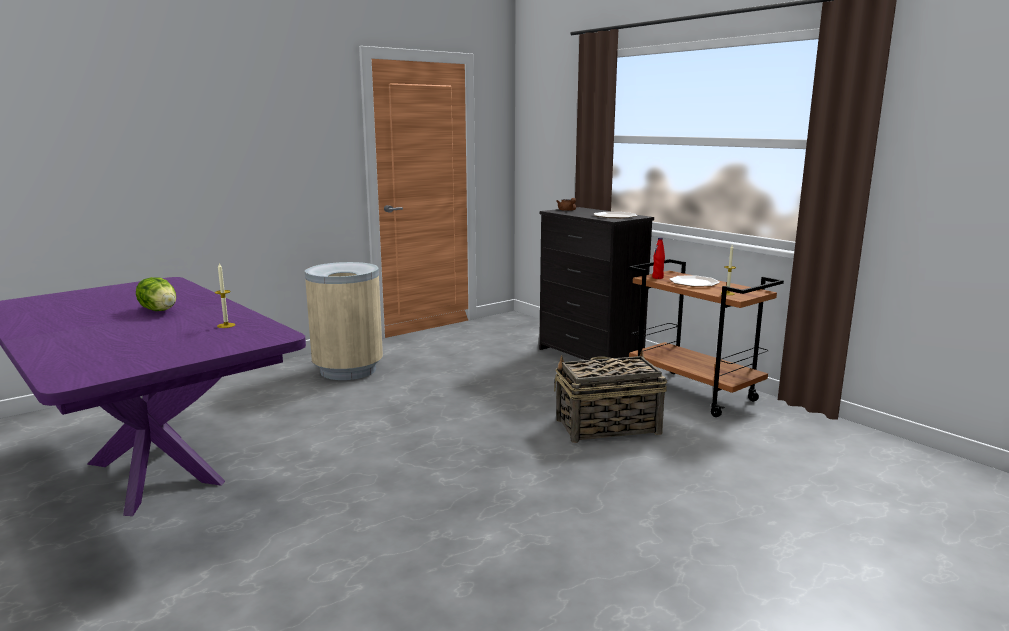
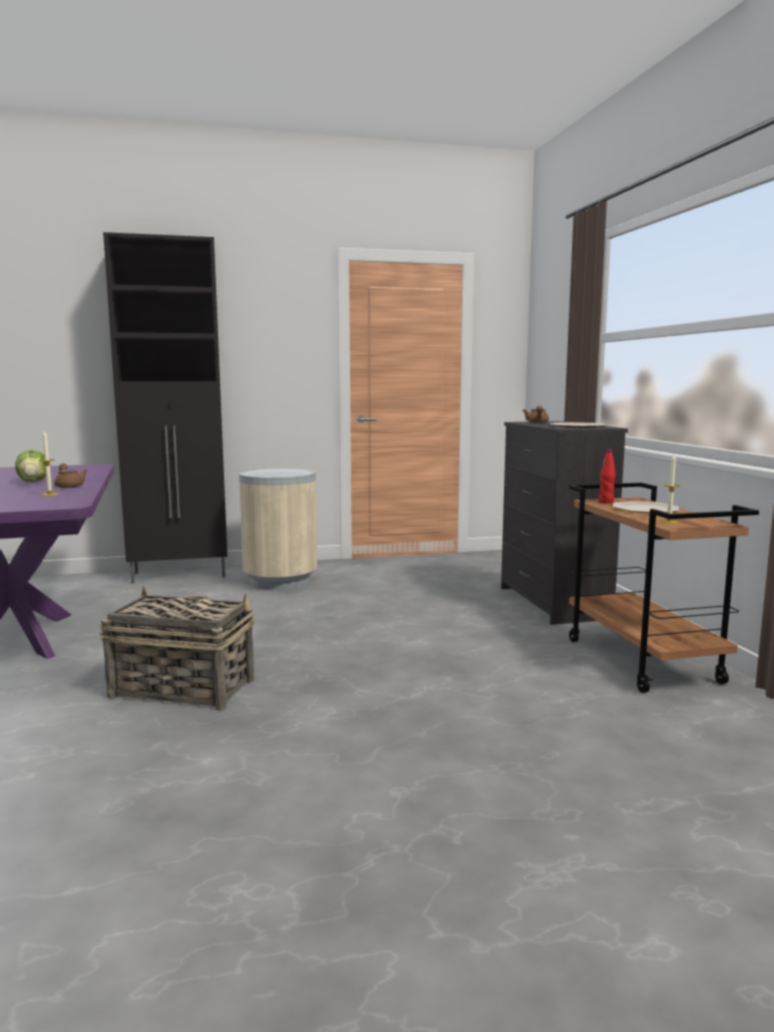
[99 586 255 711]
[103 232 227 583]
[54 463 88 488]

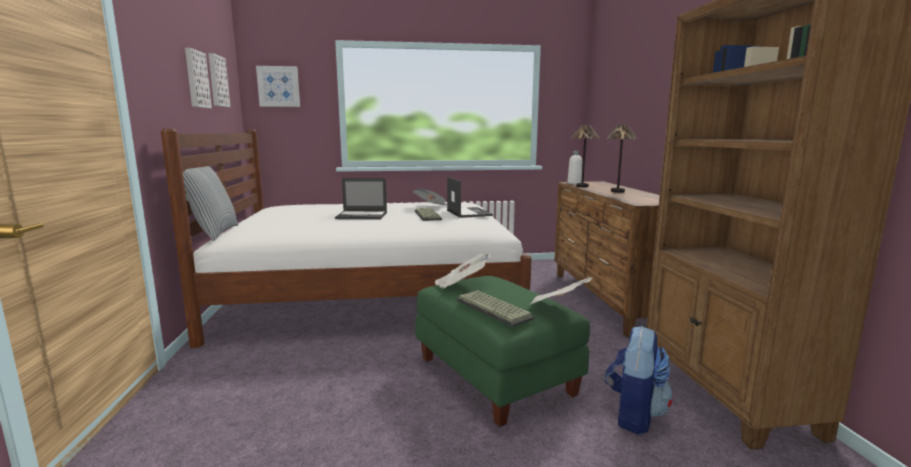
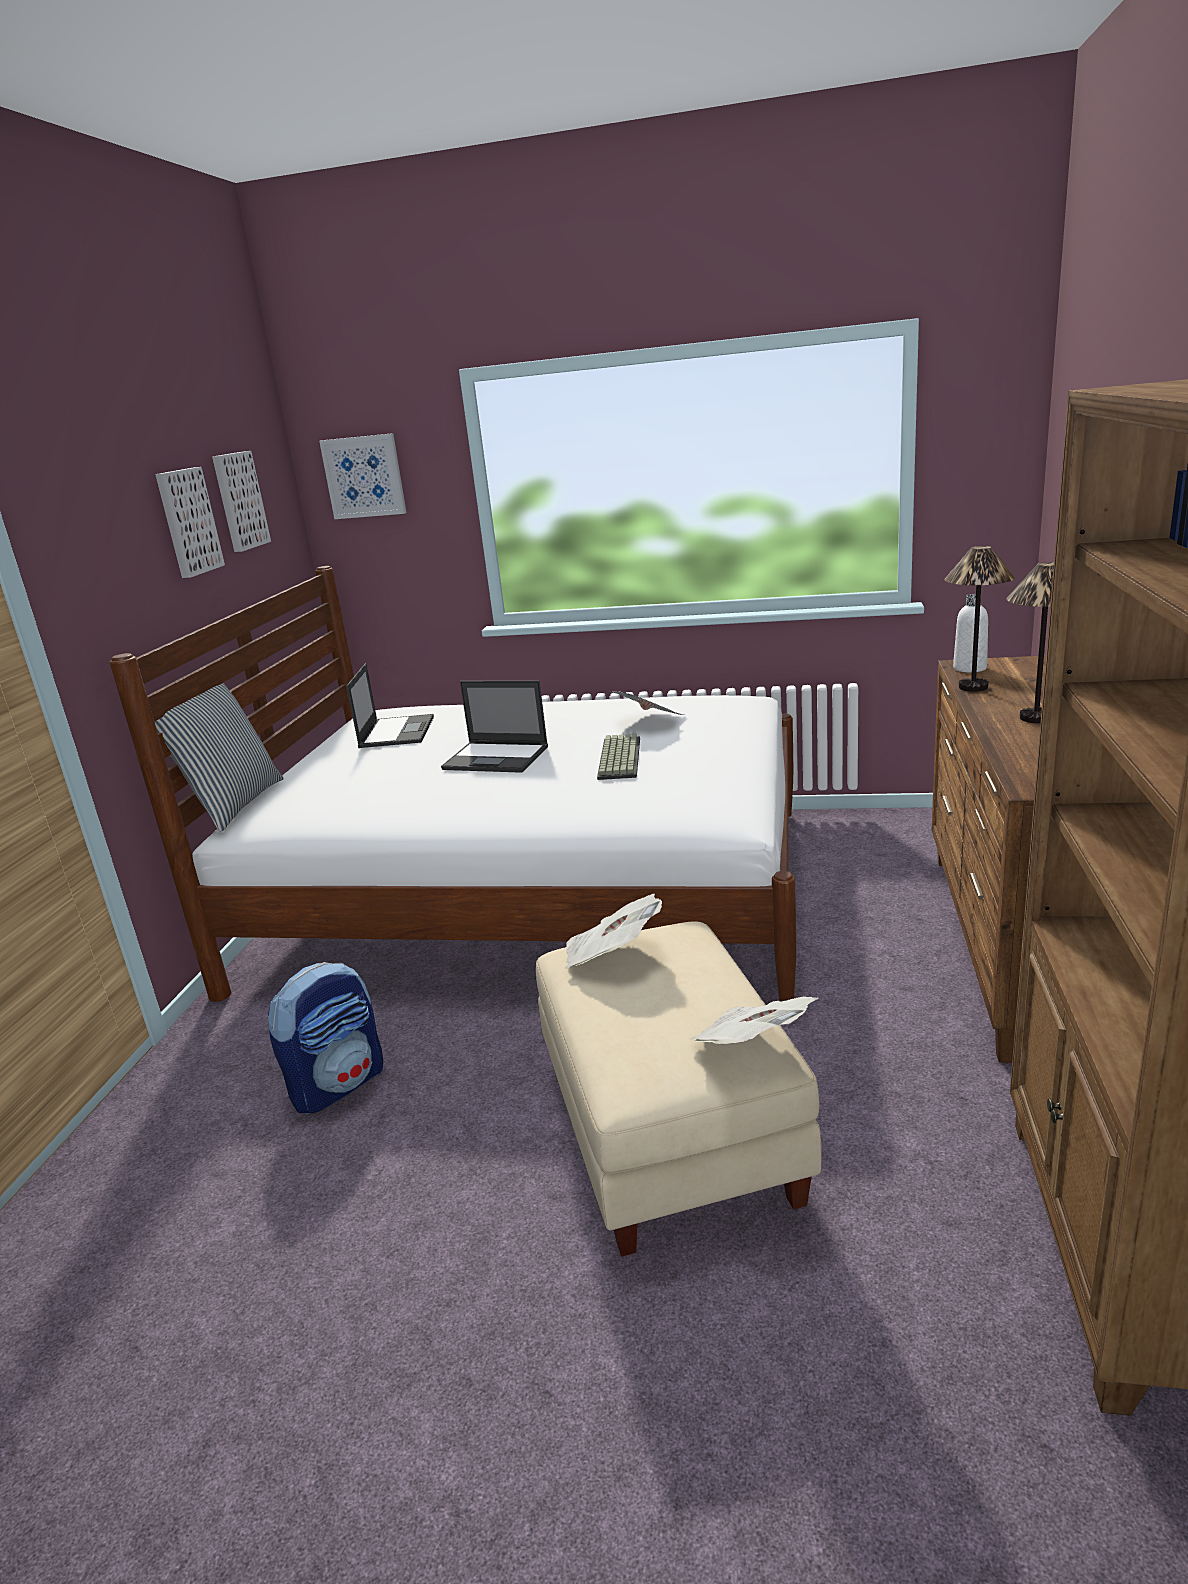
[346 663 434 748]
[536 921 822 1257]
[457 290 535 327] (first image)
[267 962 383 1113]

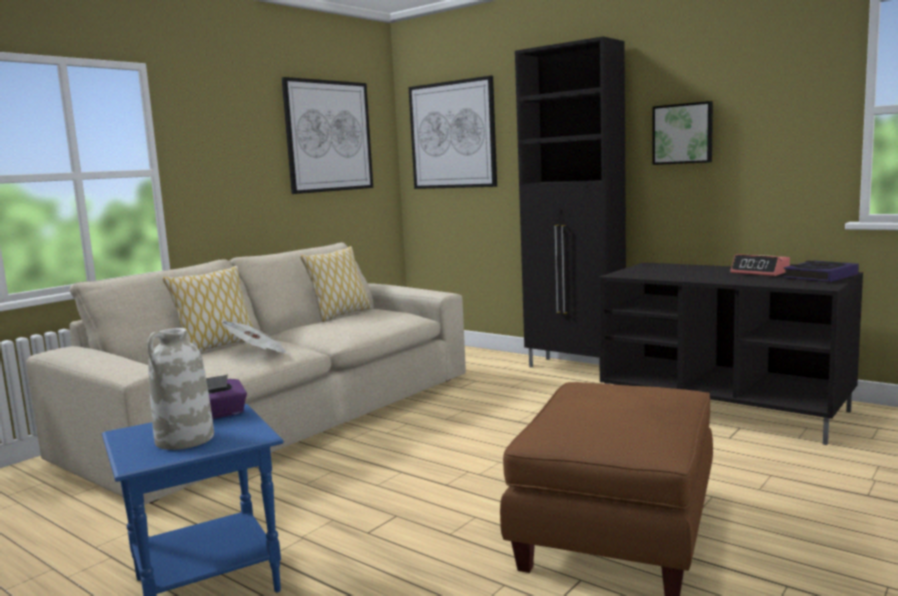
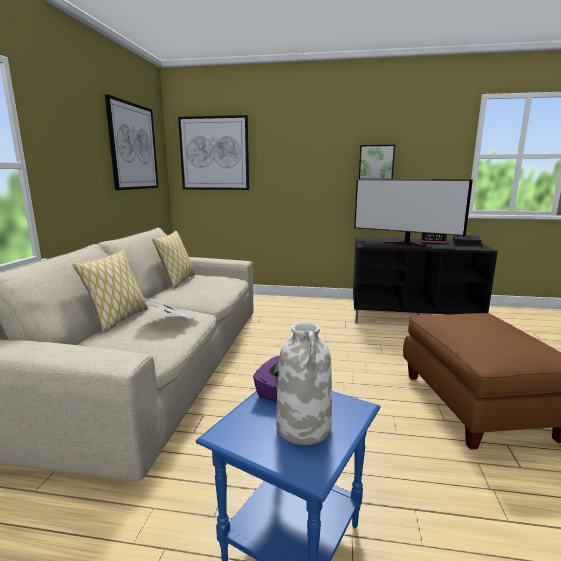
[515 36 626 367] (first image)
[354 179 473 247]

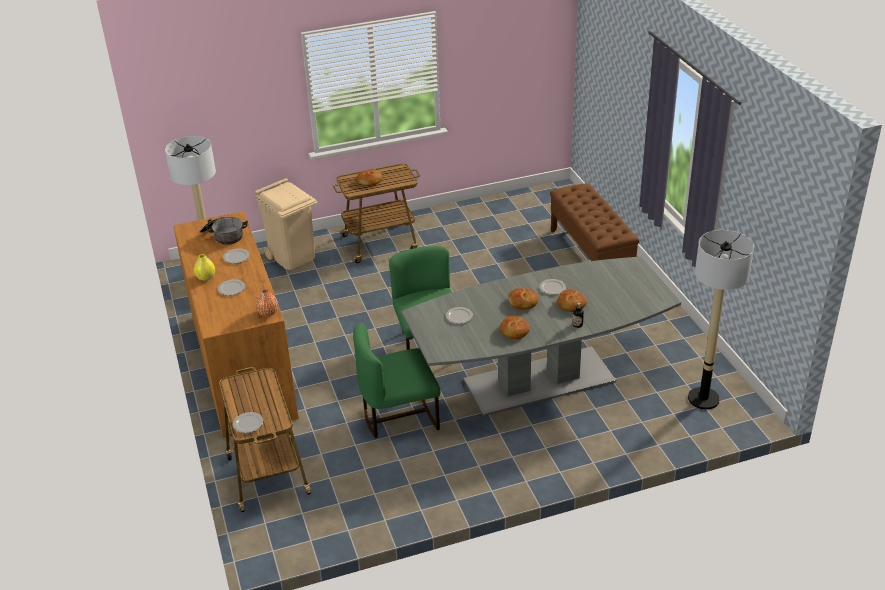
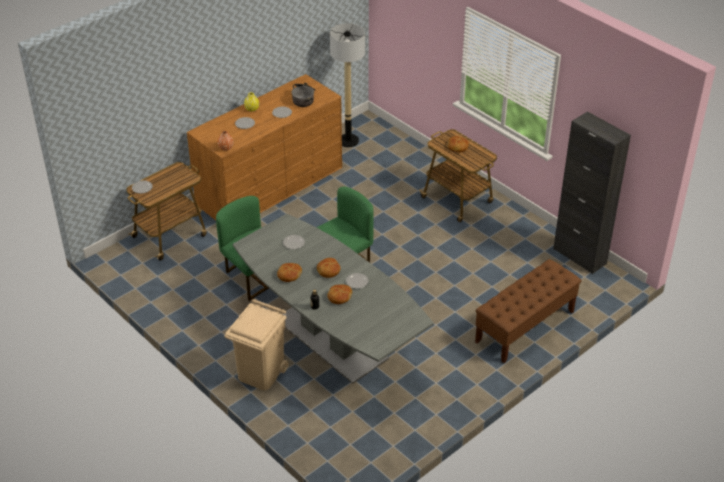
[224 299 288 390]
[688 230 754 410] (first image)
[553 111 631 274]

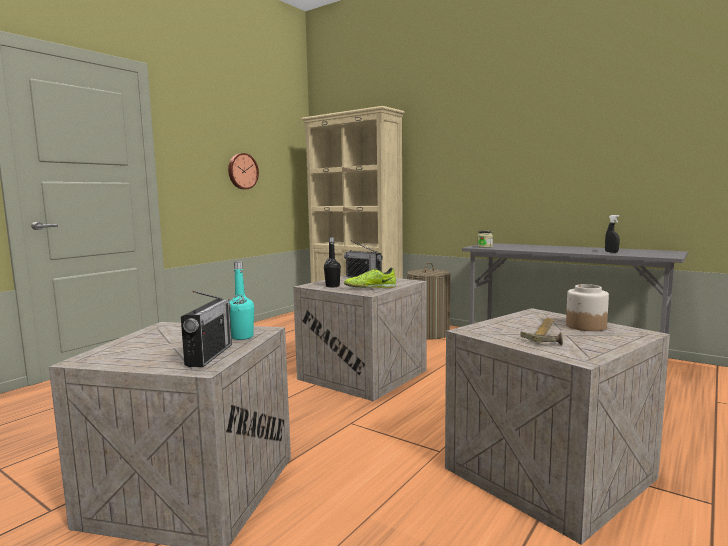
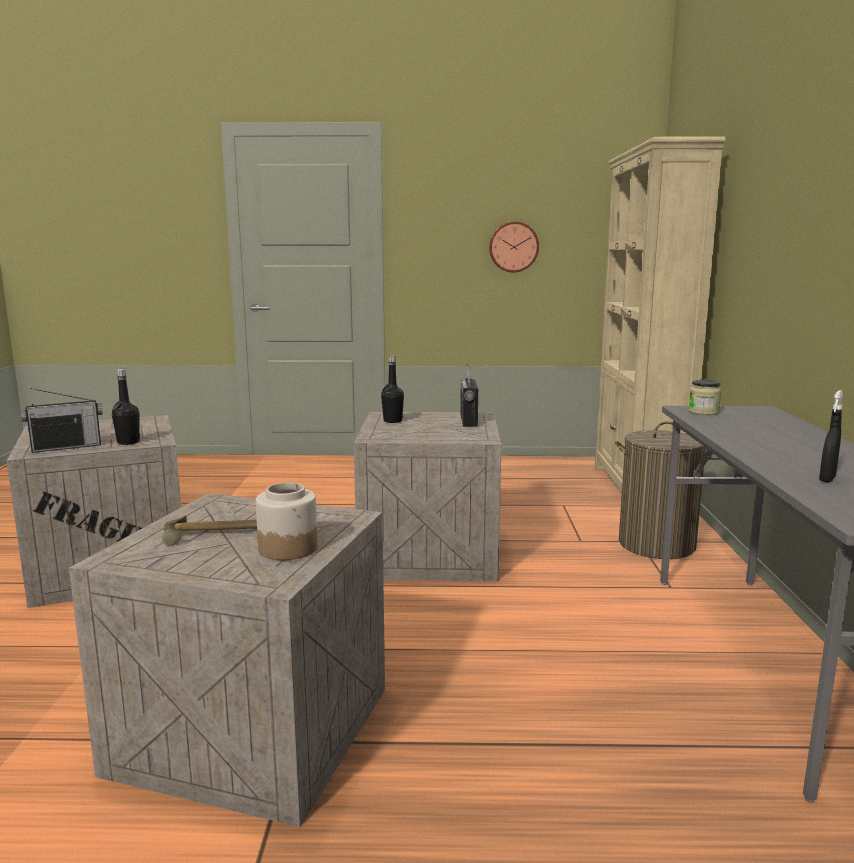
[112 369 140 445]
[344 268 396 288] (first image)

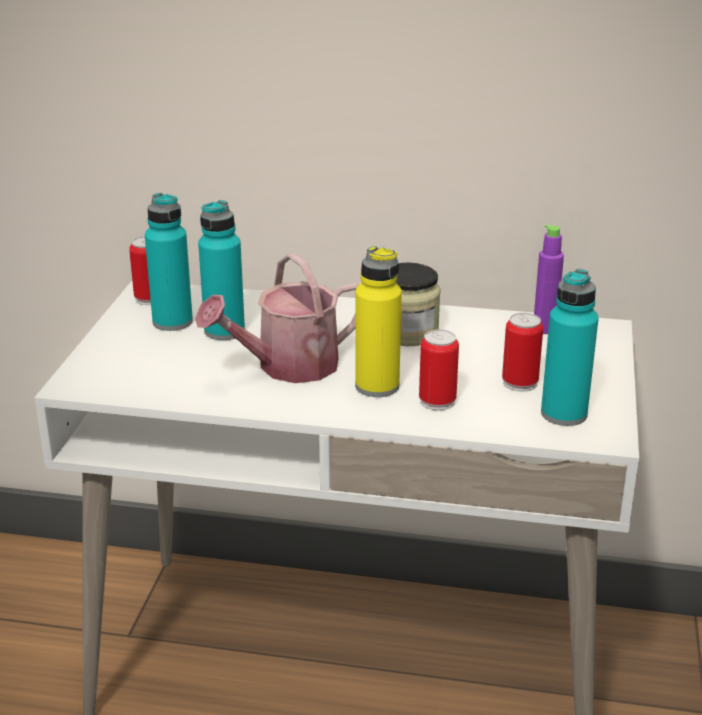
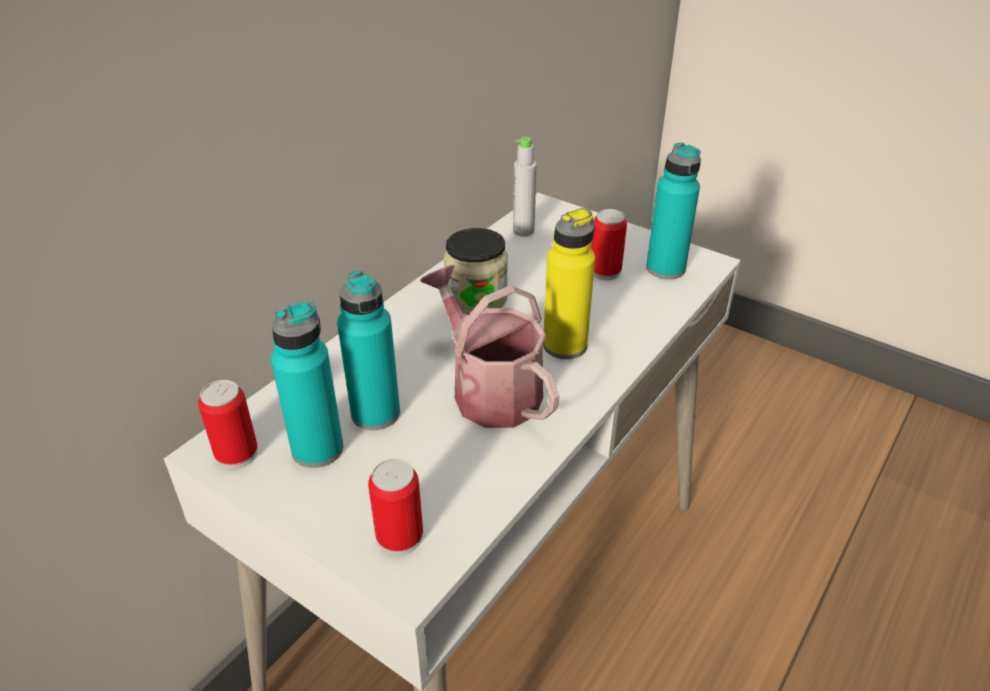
[513 137 537 237]
[420 265 560 428]
[368 459 423 555]

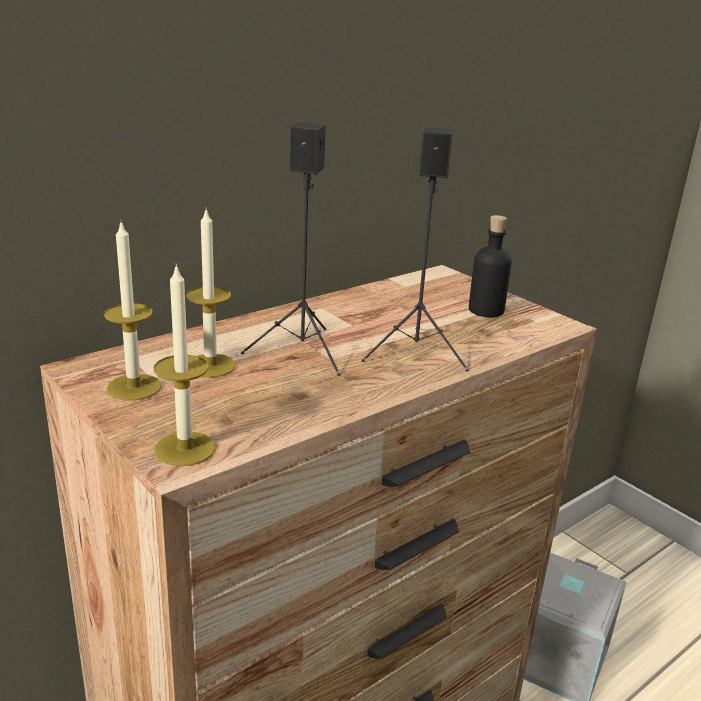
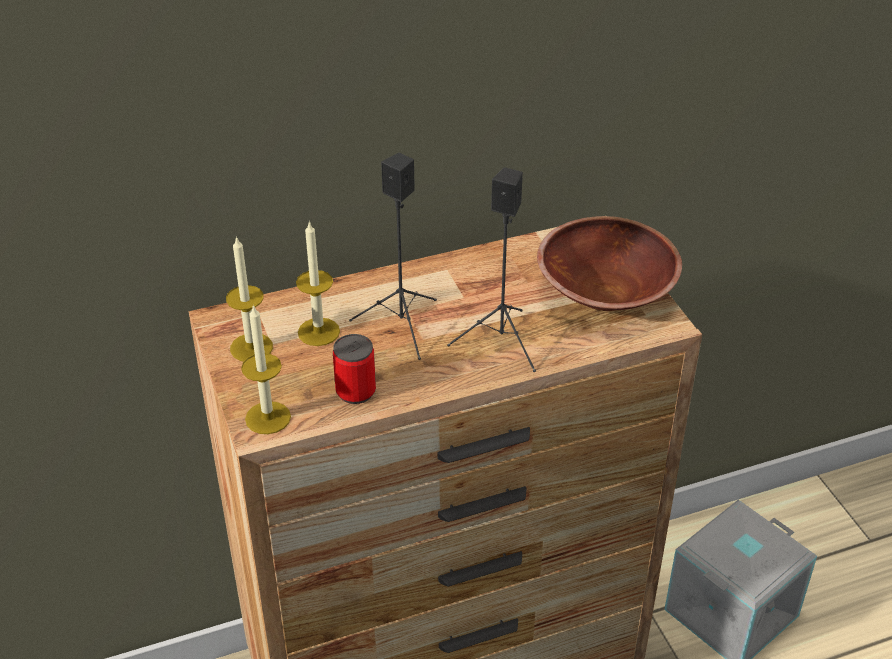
[537 216 682 311]
[333 334 376 404]

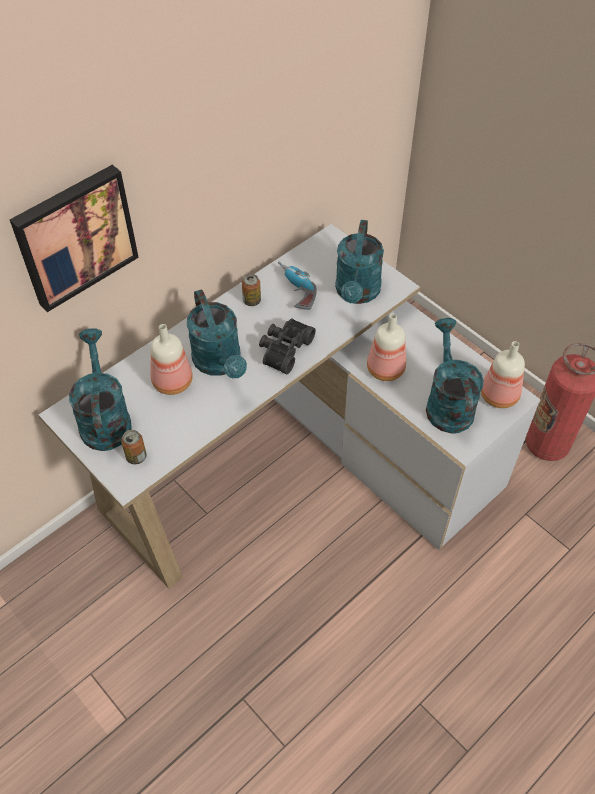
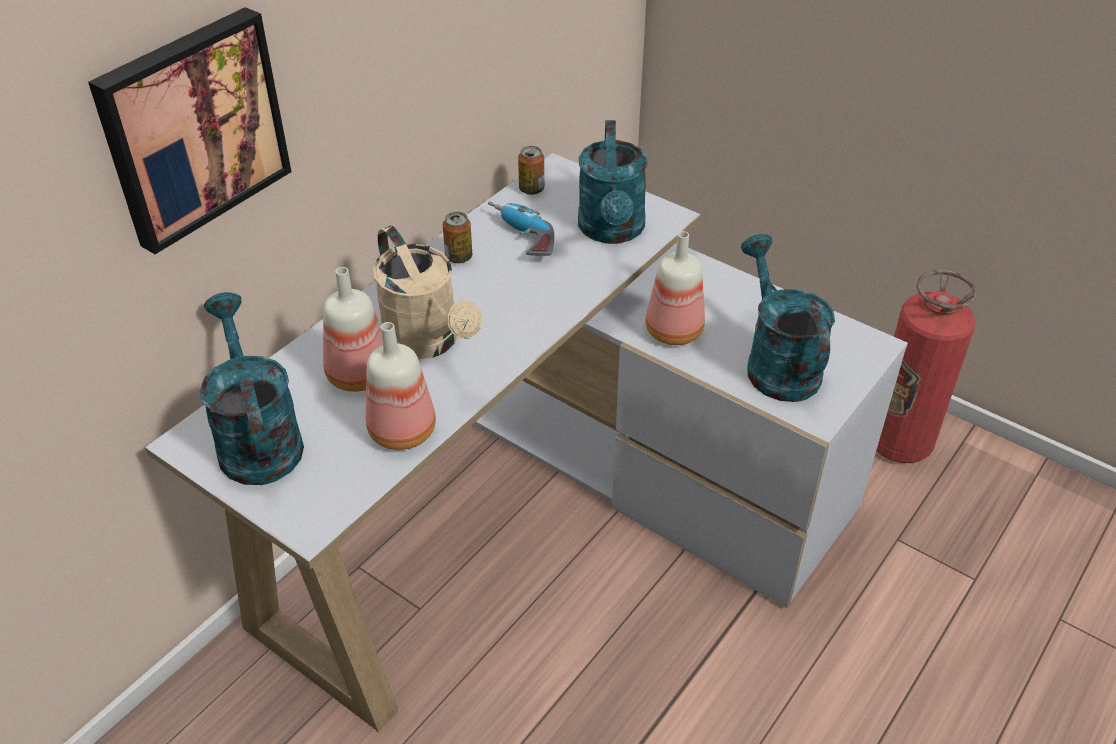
[373 226 482 359]
[259 319 316 374] (first image)
[366 322 436 450]
[518 146 544 195]

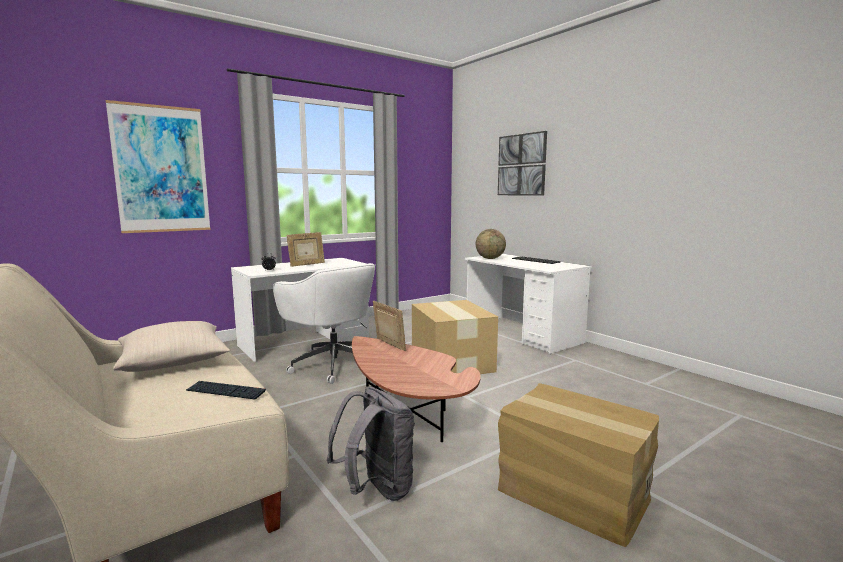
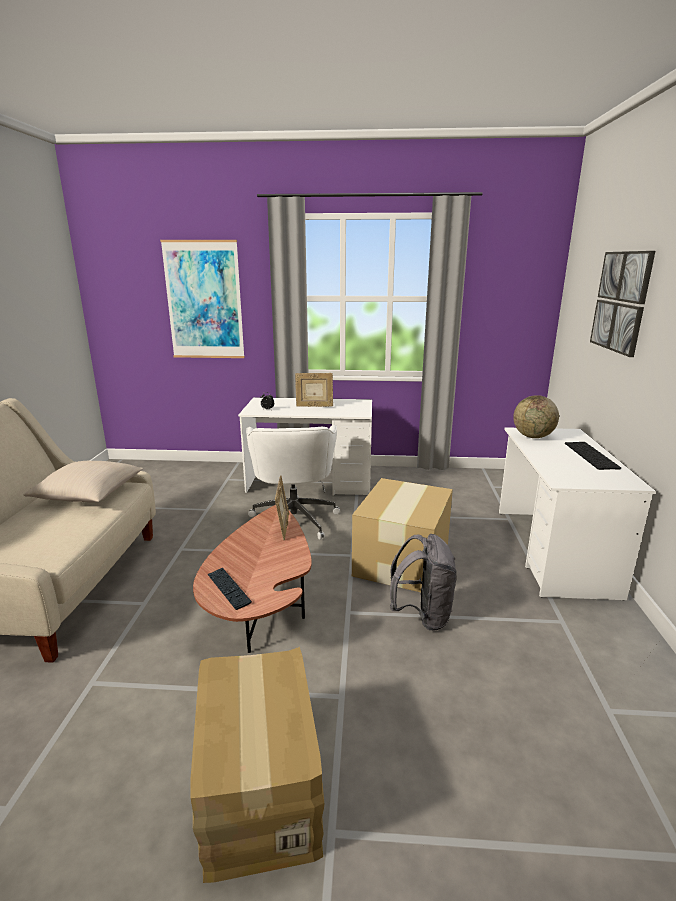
[207 568 252 610]
[390 534 457 631]

